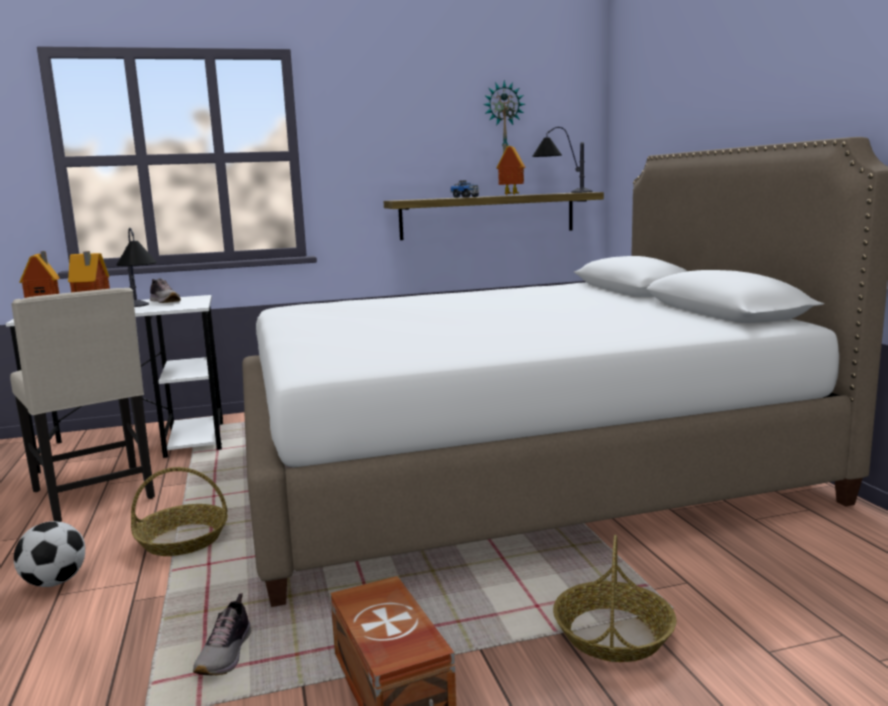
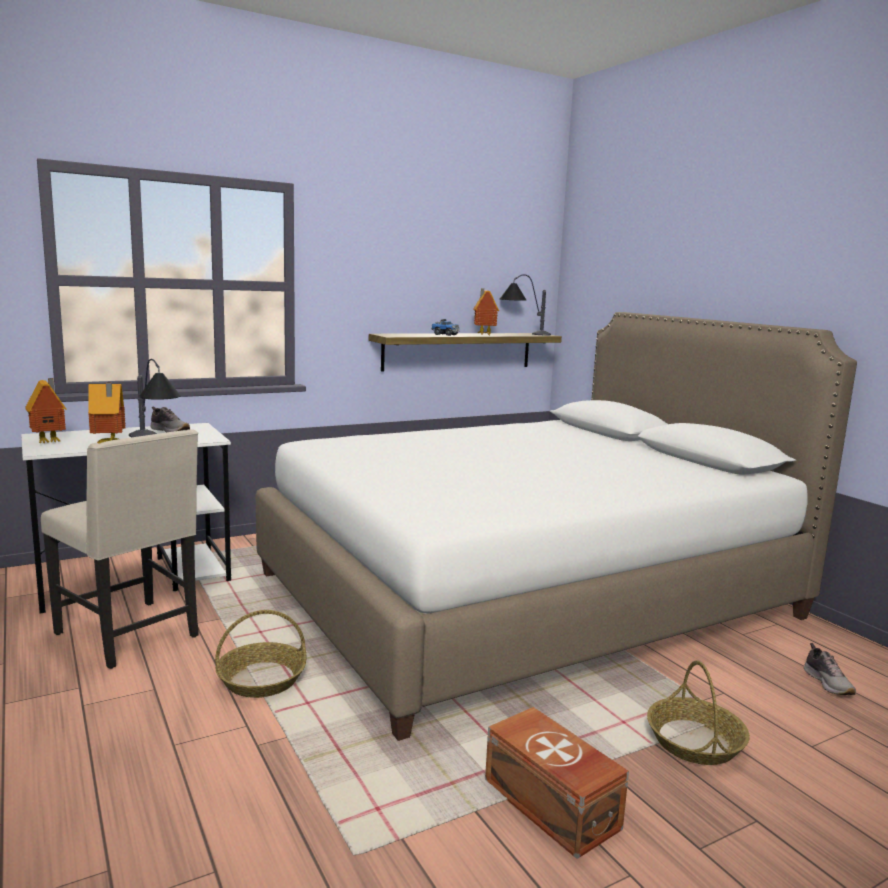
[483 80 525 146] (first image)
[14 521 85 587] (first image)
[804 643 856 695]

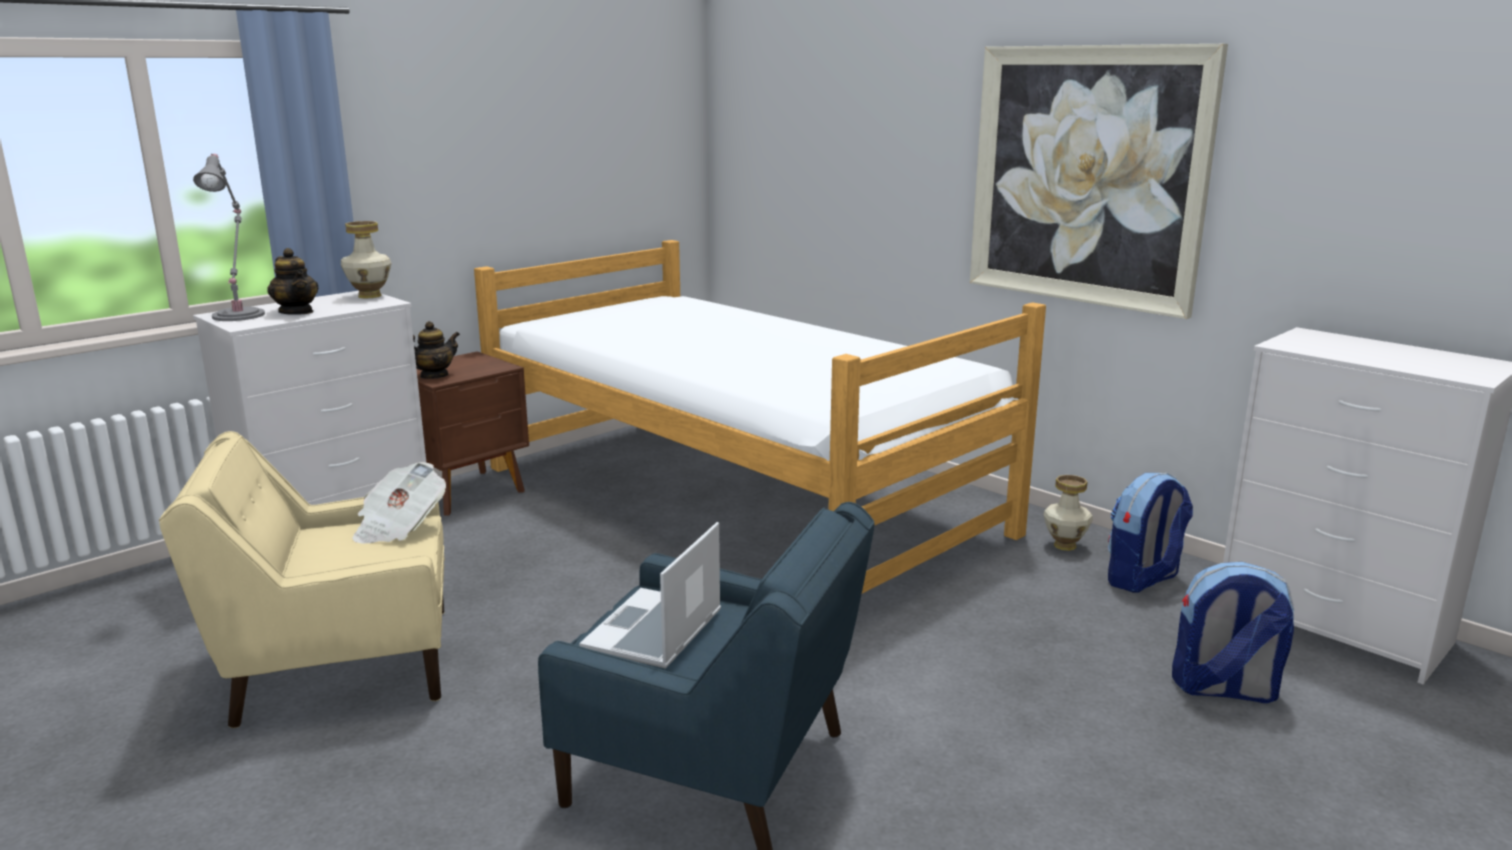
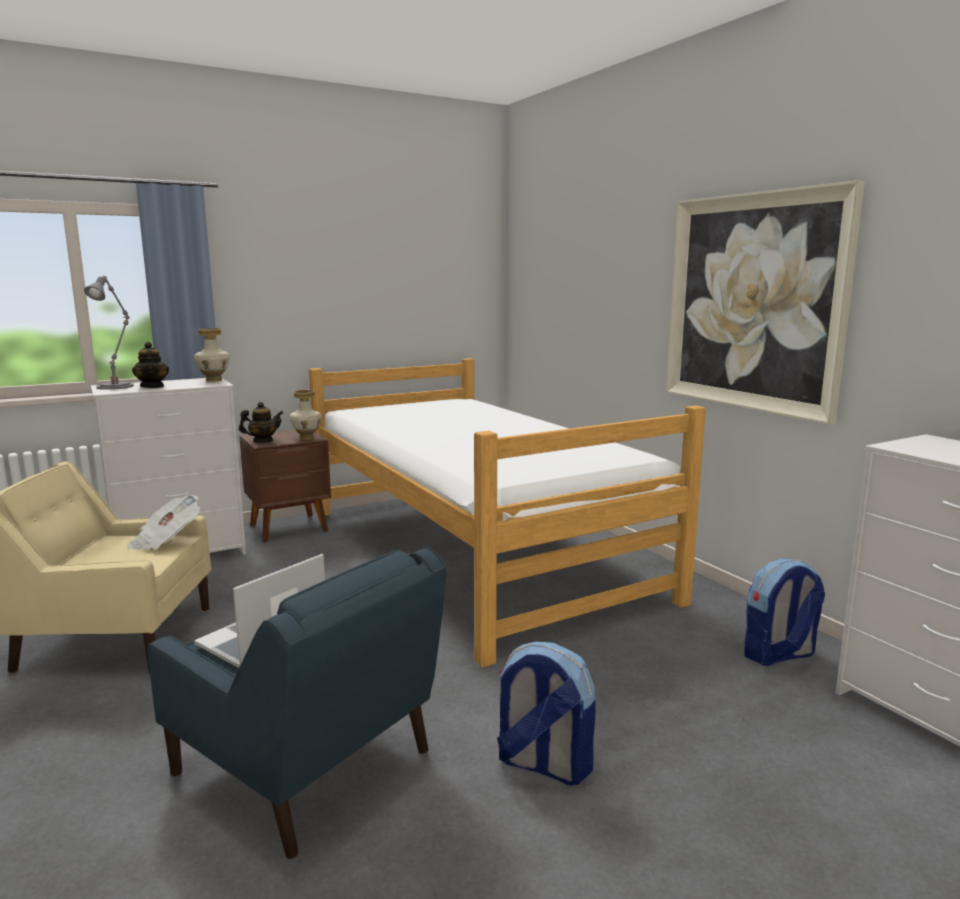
[289 390 322 440]
[497 642 596 785]

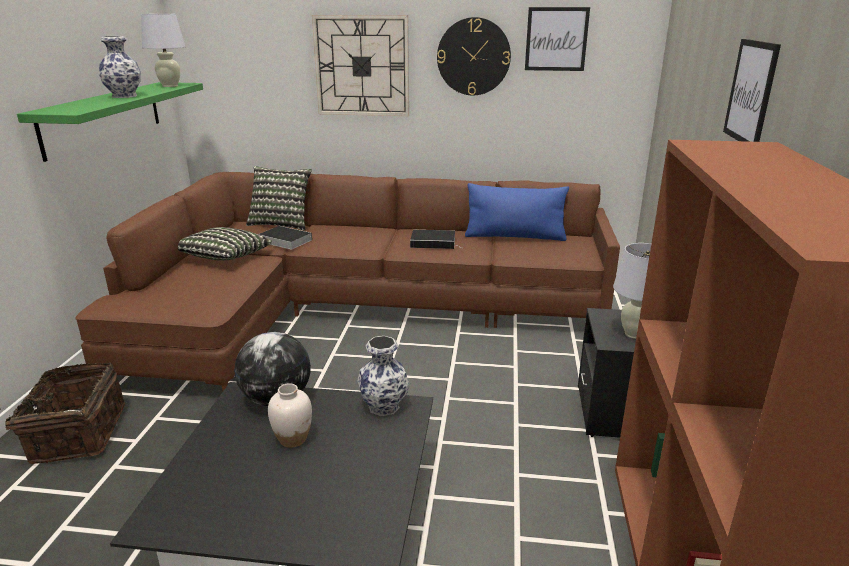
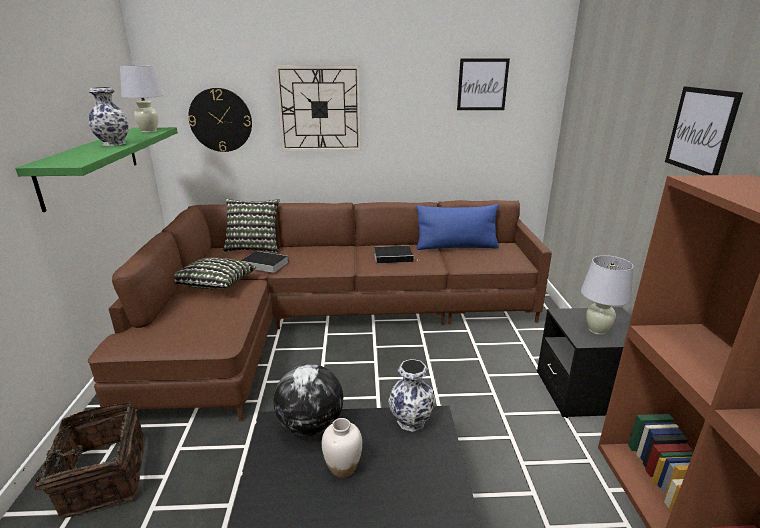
[188 88 252 152]

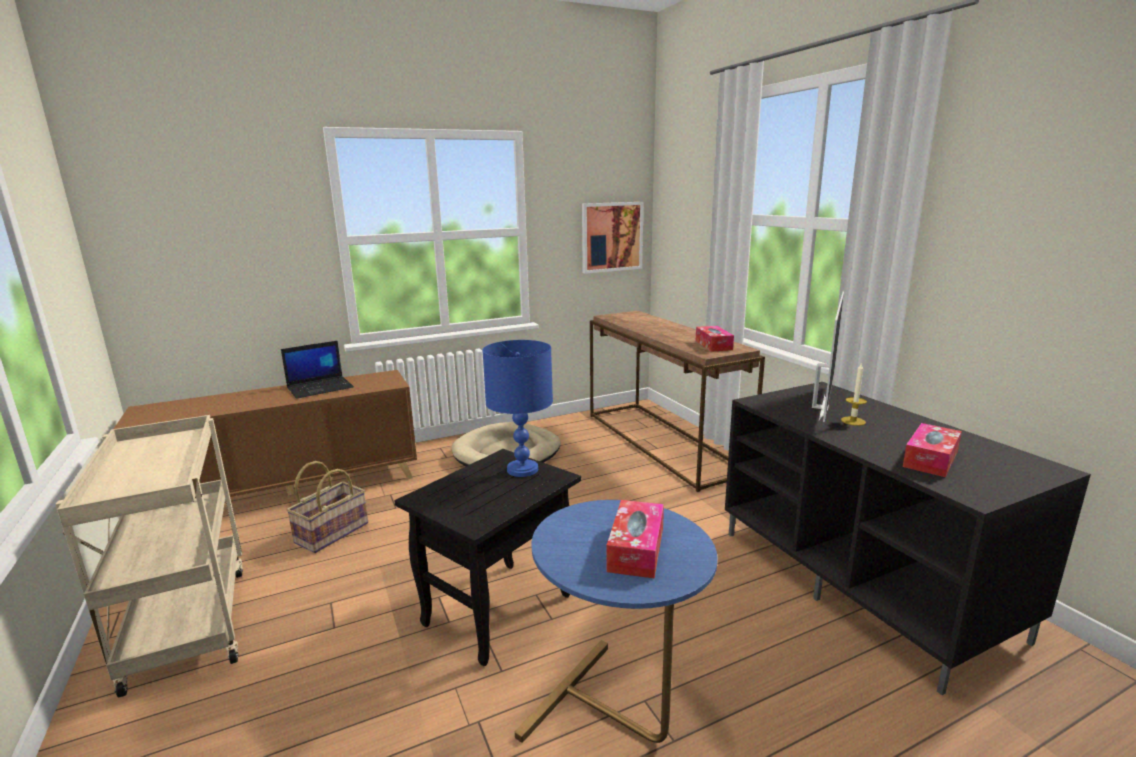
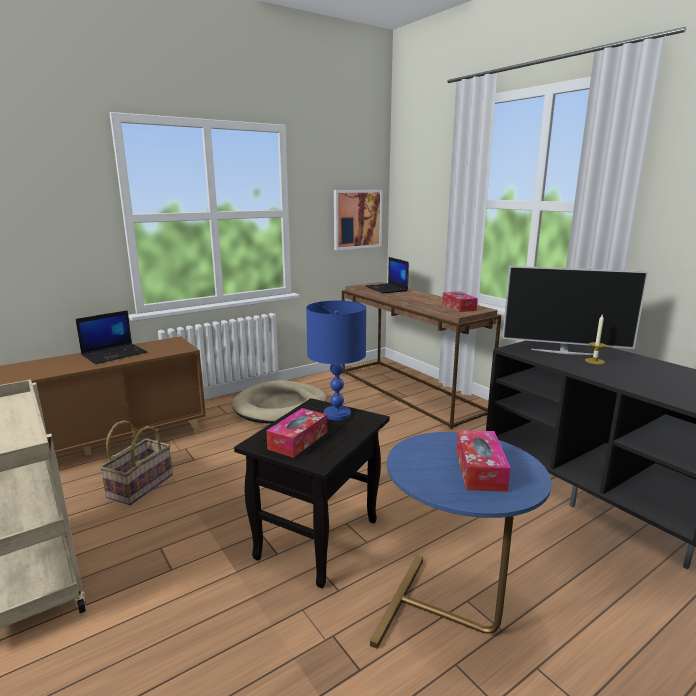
[502 266 648 355]
[266 408 327 458]
[365 257 409 294]

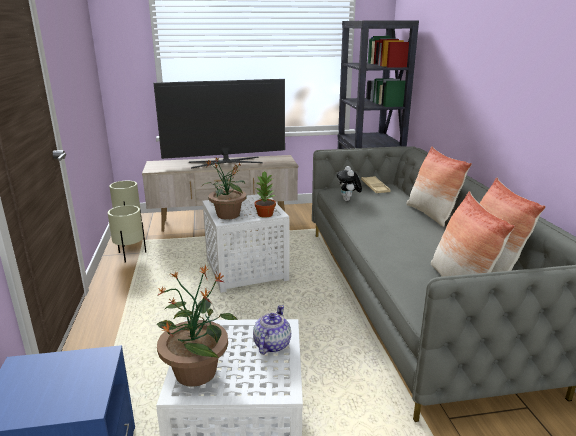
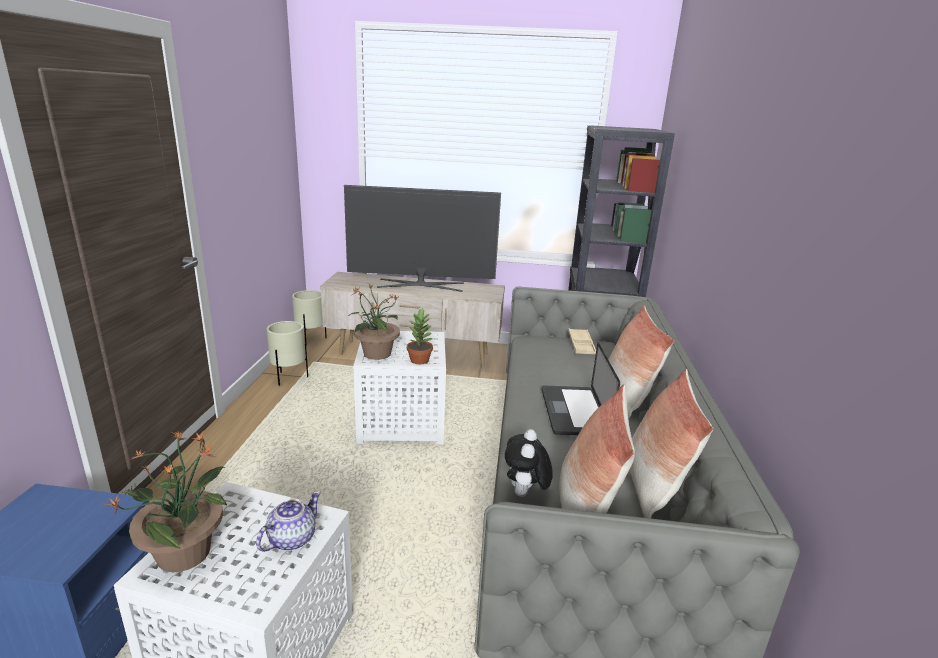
[505 429 553 497]
[542 342 620 435]

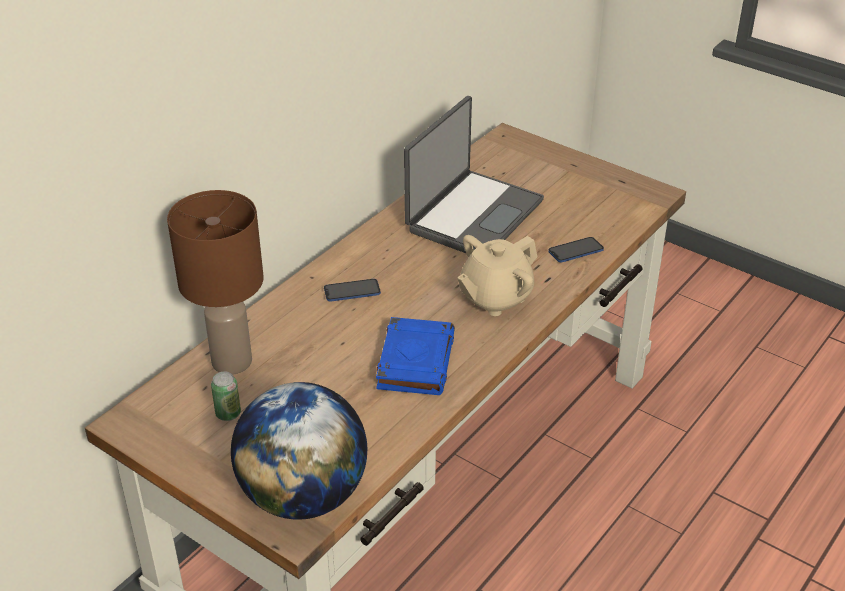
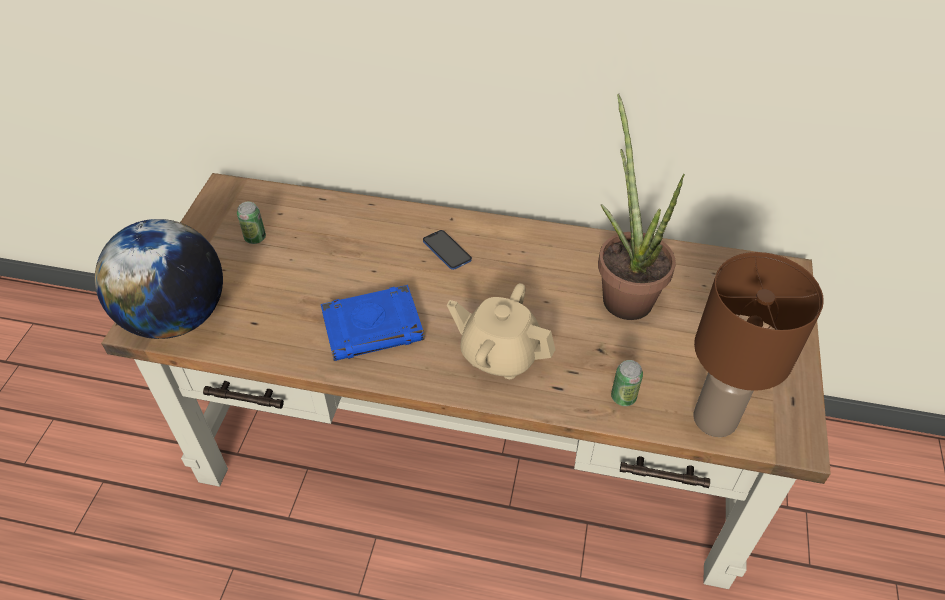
[598 94 685 320]
[693 252 824 437]
[611 360 643 406]

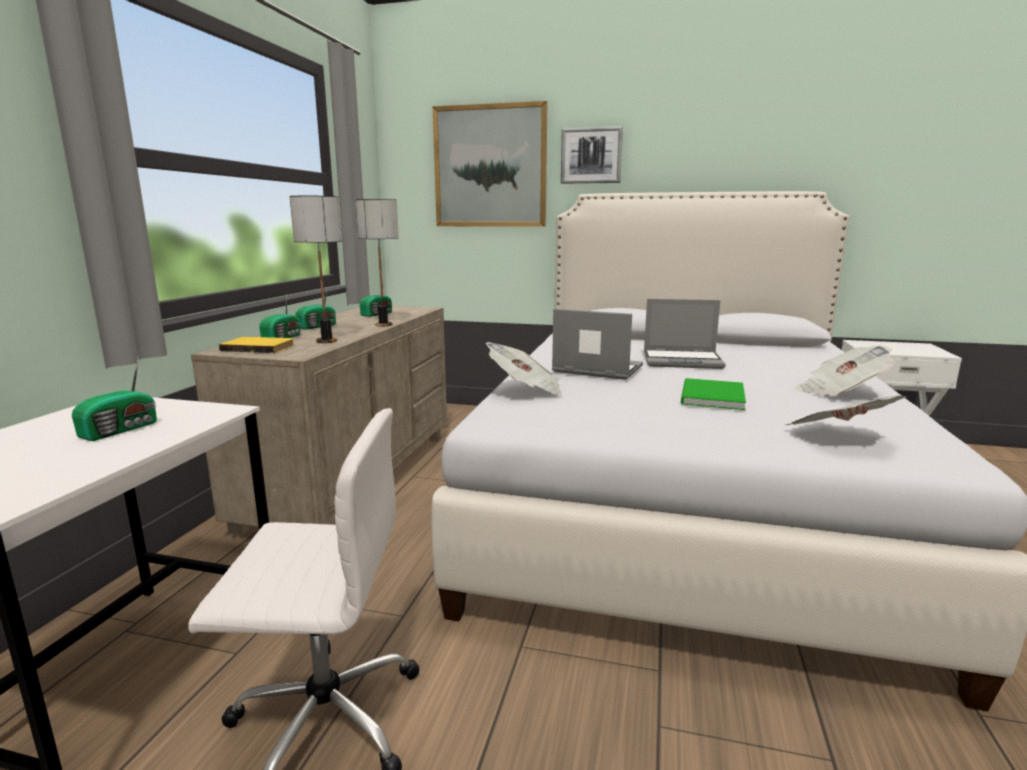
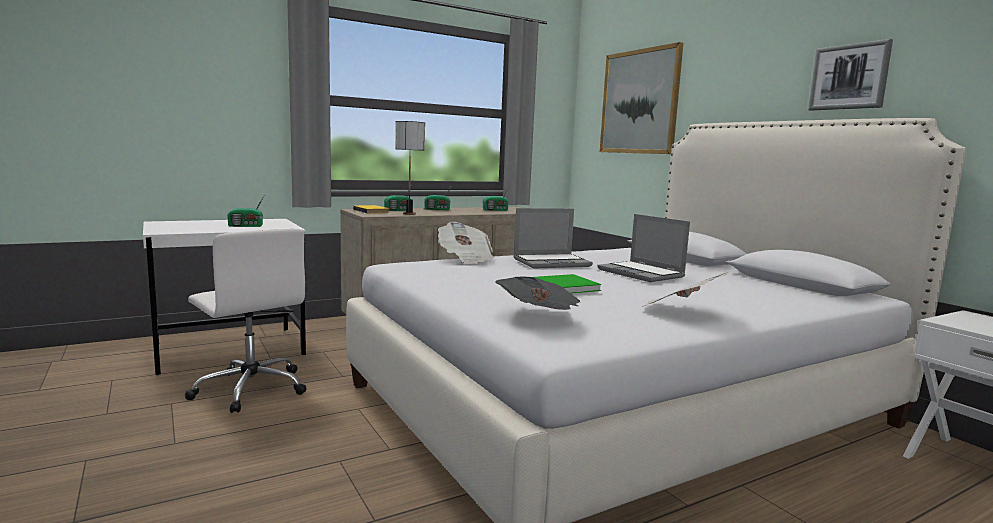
[808 39 893 110]
[356 199 399 326] (first image)
[513 208 593 269]

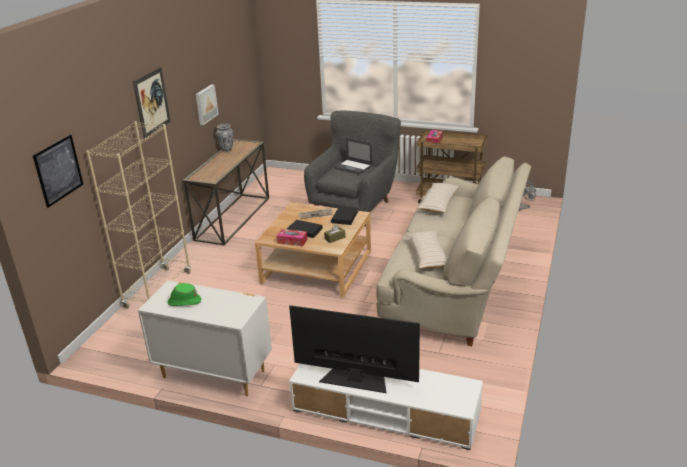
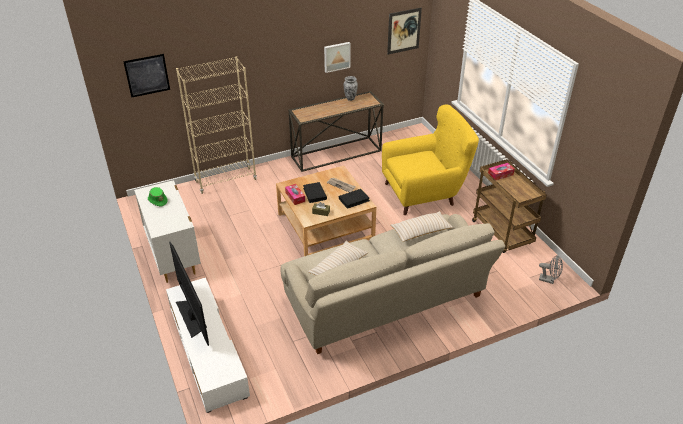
[387 8 422 54]
[382 105 479 215]
[334 138 372 174] (first image)

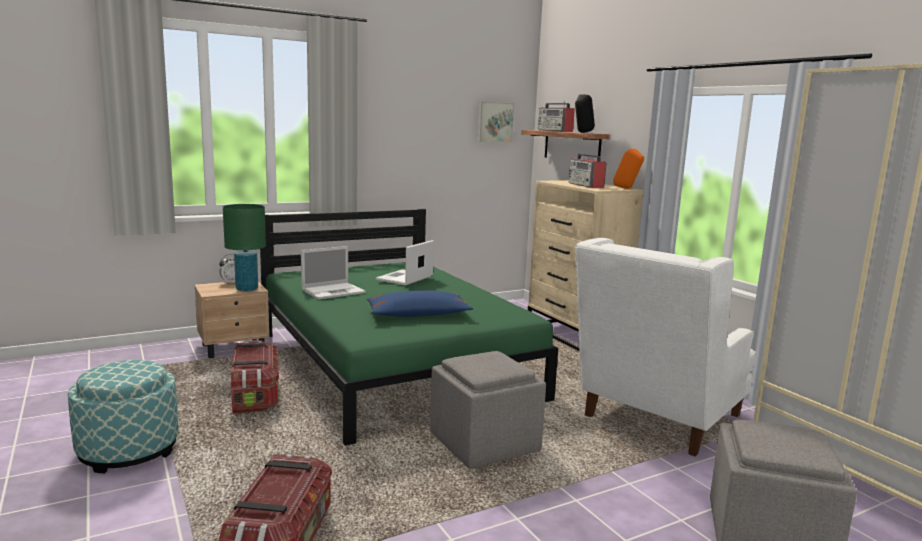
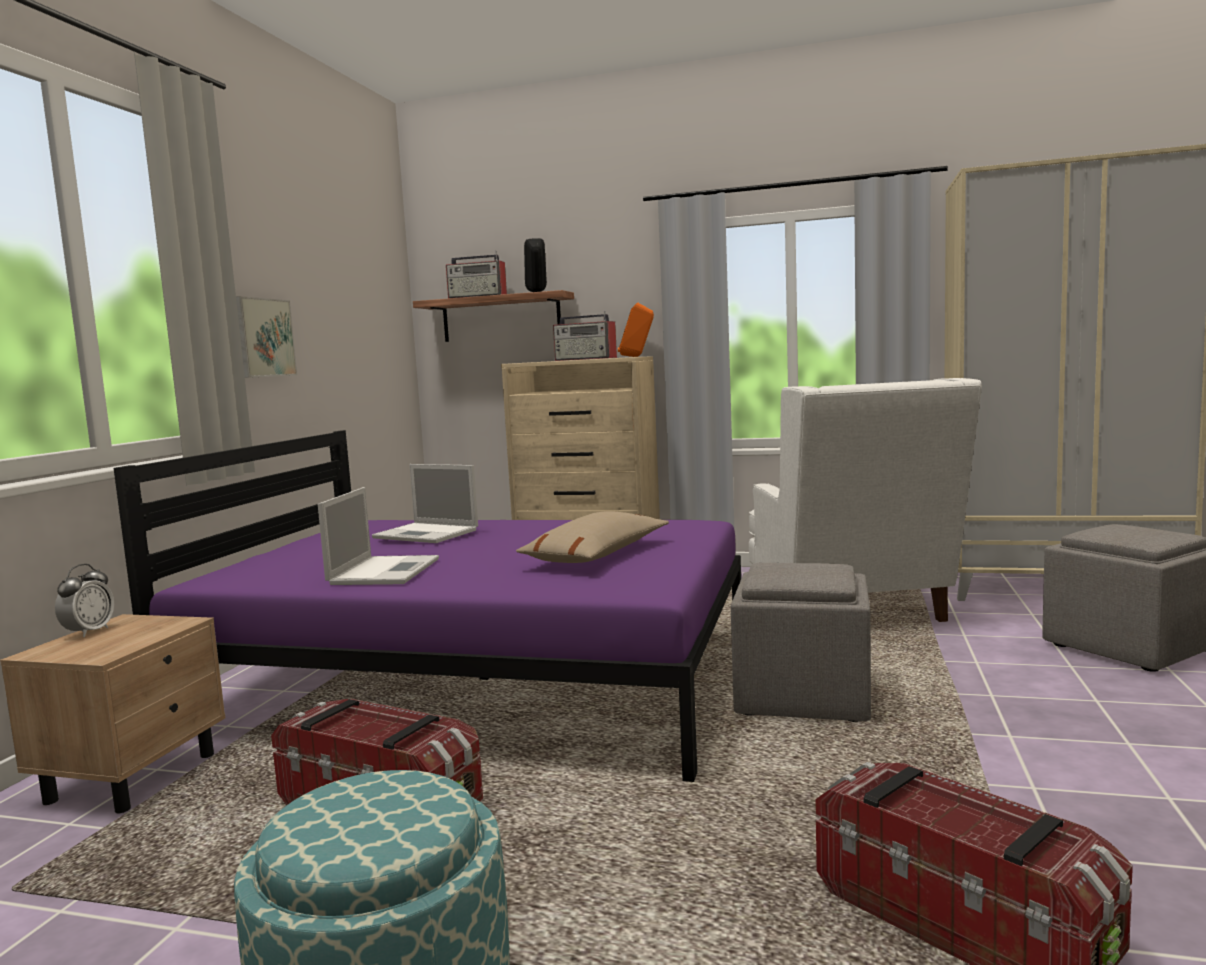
[236 296 297 378]
[223 204 266 291] (first image)
[114 430 741 782]
[372 464 478 543]
[516 511 669 563]

